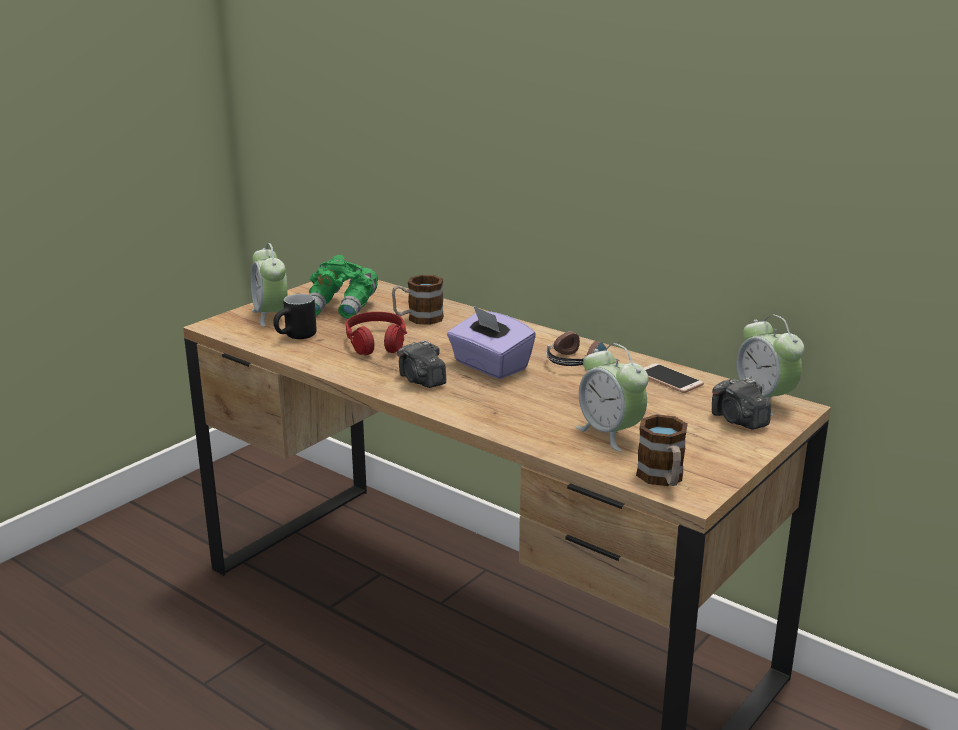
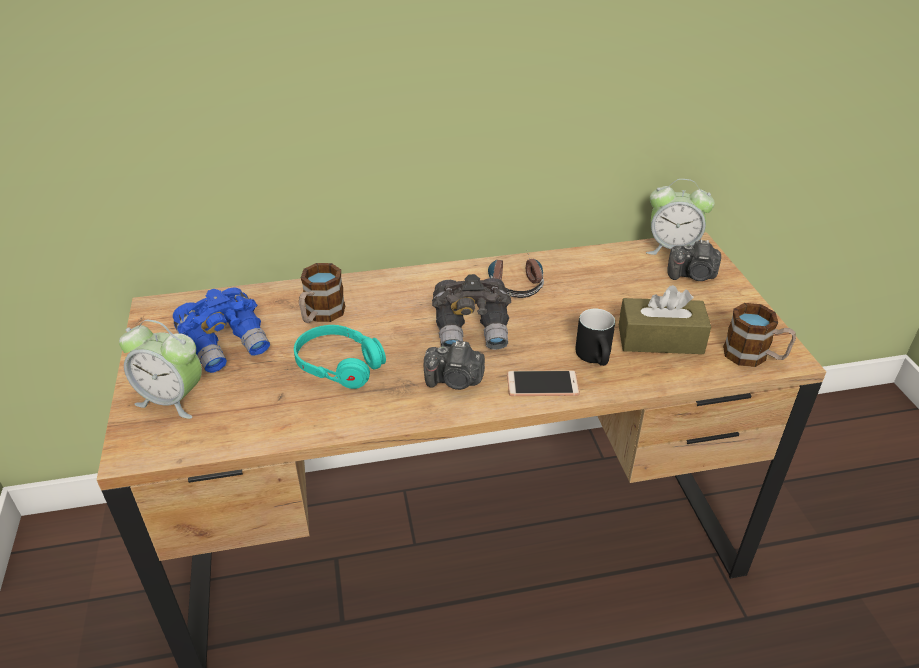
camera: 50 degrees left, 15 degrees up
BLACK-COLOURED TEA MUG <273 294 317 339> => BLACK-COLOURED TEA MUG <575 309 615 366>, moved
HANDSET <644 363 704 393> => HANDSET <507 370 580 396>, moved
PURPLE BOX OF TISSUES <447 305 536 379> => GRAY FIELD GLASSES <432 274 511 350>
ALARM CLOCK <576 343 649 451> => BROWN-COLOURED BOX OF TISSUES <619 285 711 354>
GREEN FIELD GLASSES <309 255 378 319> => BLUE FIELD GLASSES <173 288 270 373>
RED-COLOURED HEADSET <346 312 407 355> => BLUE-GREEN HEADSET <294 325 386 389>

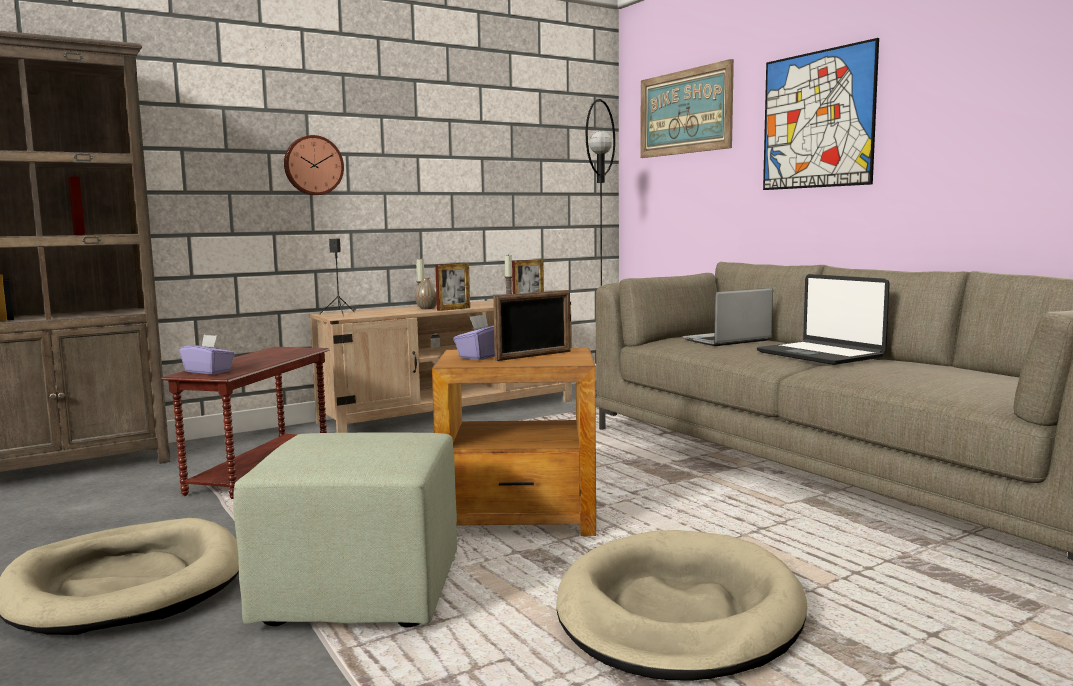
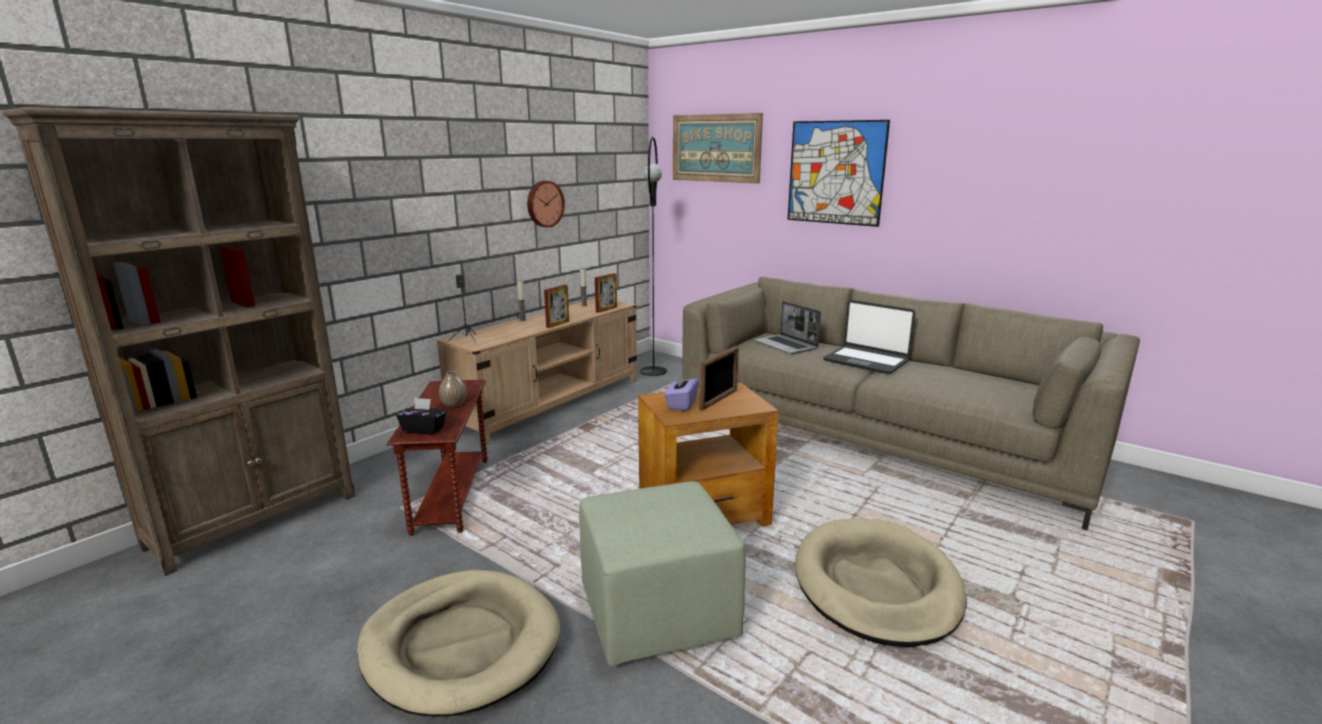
camera: 20 degrees left, 10 degrees up
CLOCK ON THE WALL <284 135 344 195> => CLOCK ON THE WALL <527 181 565 227>, moved
DECORATIVE VASE <415 277 437 309> => DECORATIVE VASE <439 371 466 407>, moved
PURPLE BOX OF TISSUES <179 335 235 375> => BLACK-COLOURED BOX OF TISSUES <396 398 447 434>
PORTABLE COMPUTER <682 288 773 346> => PORTABLE COMPUTER <754 301 821 354>, 75 degrees counterclockwise

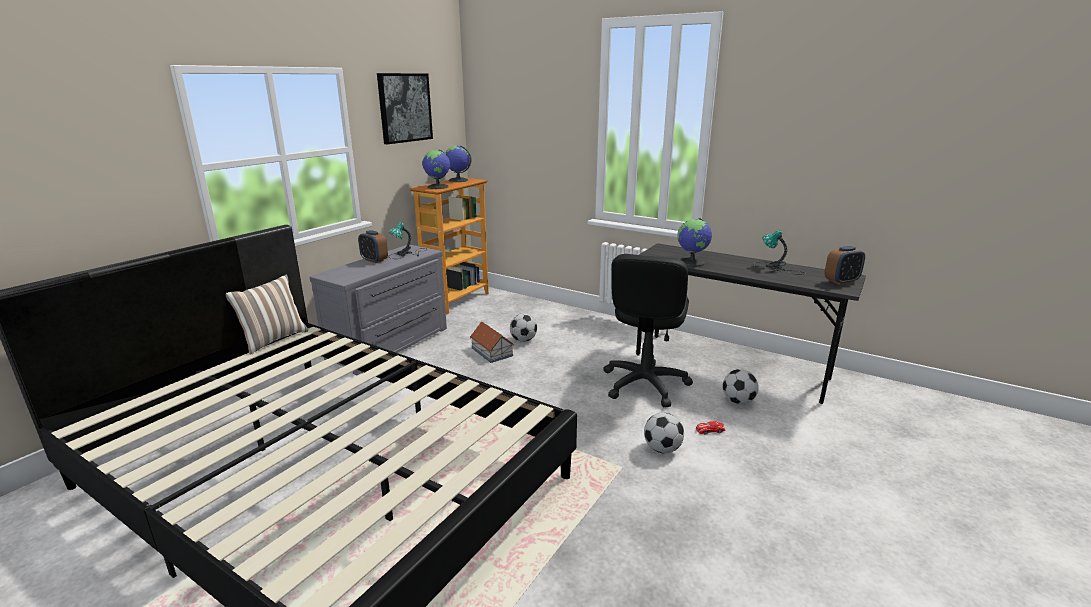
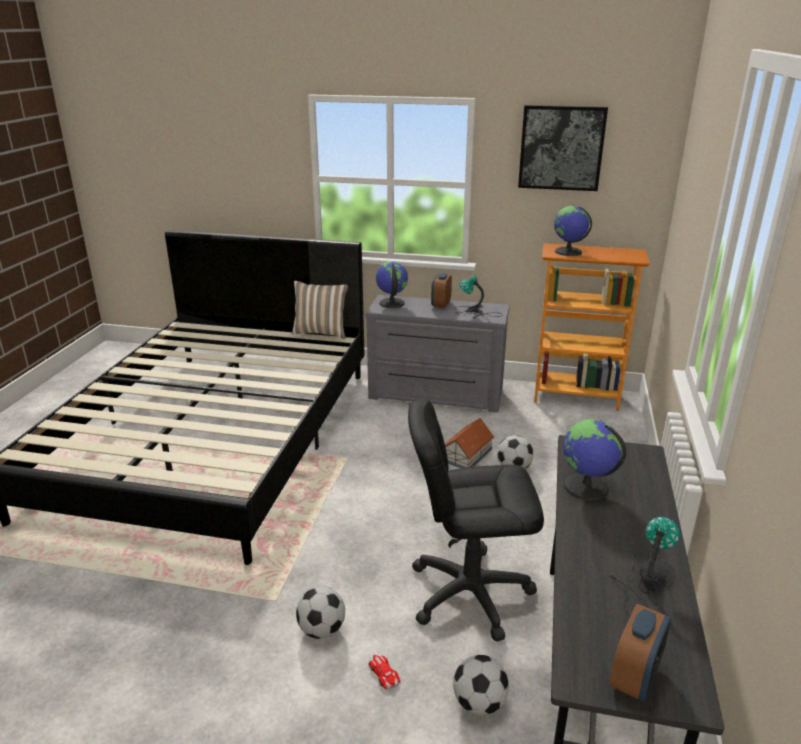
camera: 70 degrees right, 5 degrees up
DESK GLOBE <445 146 472 182> => DESK GLOBE <376 261 408 308>, moved
ALARM CLOCK <825 246 865 285> => ALARM CLOCK <610 604 671 702>, 105 degrees counterclockwise

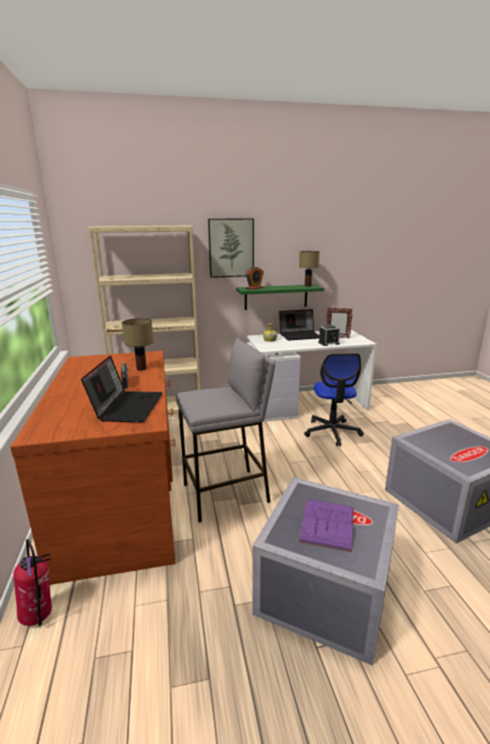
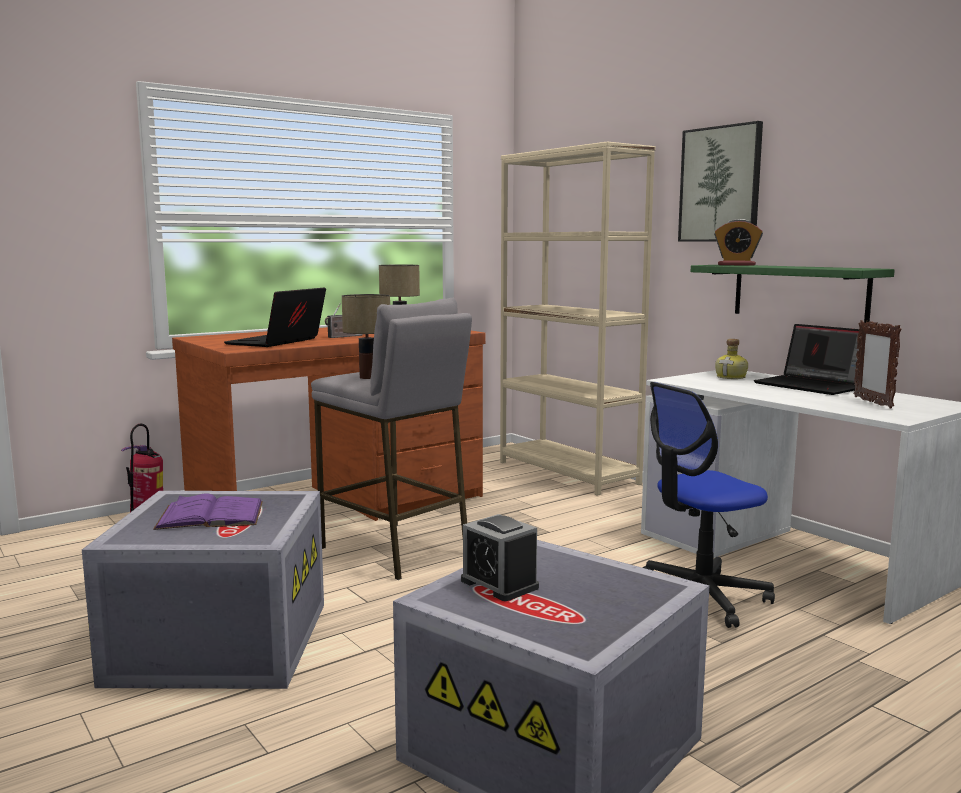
camera: 65 degrees right, 10 degrees down
TABLETOP LAMP <299 251 320 287> => TABLETOP LAMP <342 294 390 379>, moved
ALARM CLOCK <318 325 340 346> => ALARM CLOCK <461 514 539 601>, moved
PORTABLE COMPUTER <81 355 163 422> => PORTABLE COMPUTER <224 288 326 347>, 135 degrees clockwise

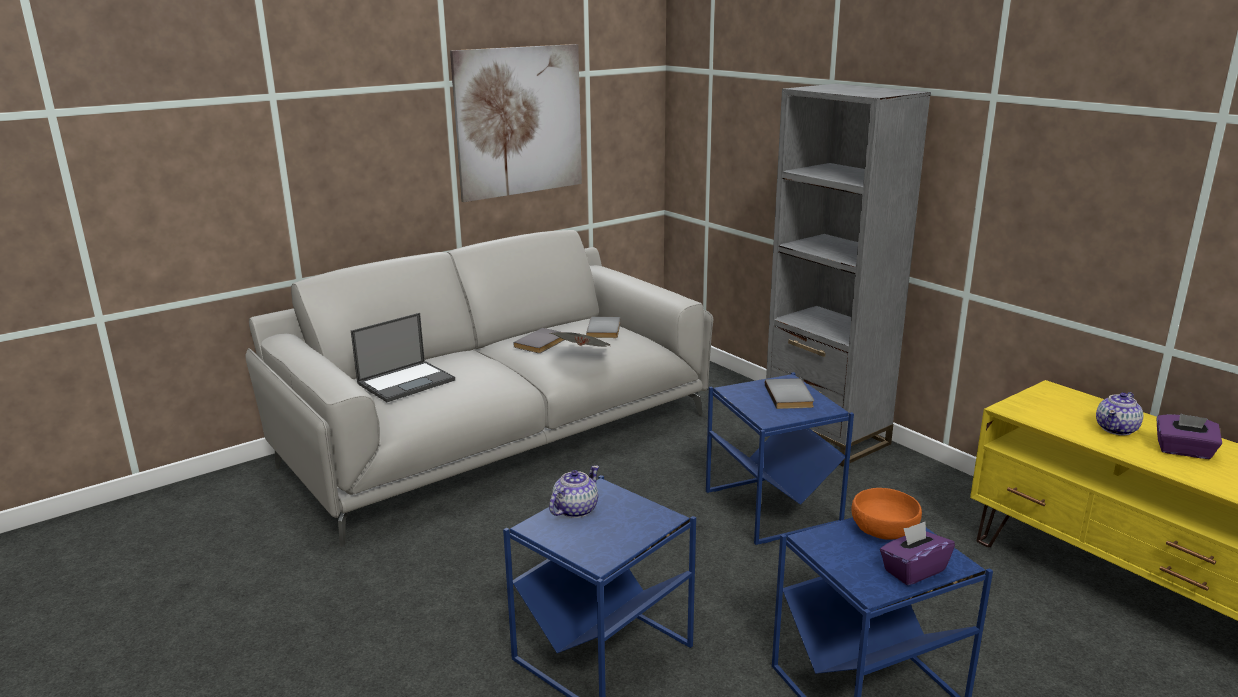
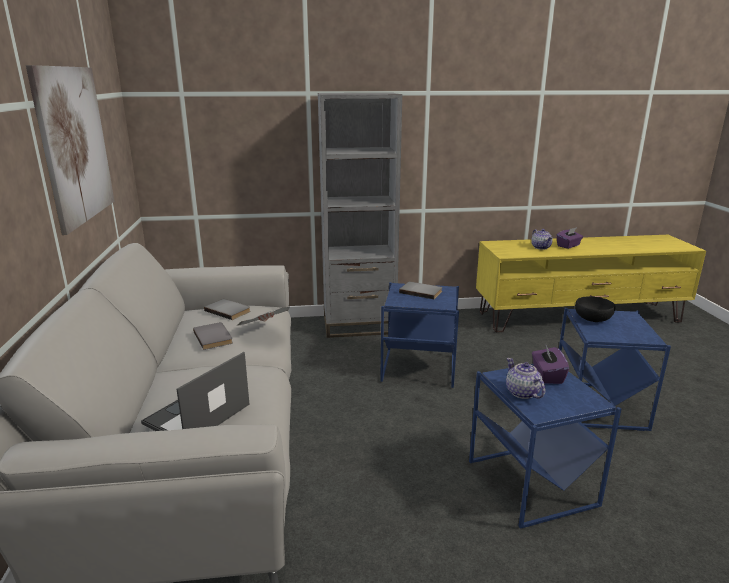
camera: 60 degrees left, 0 degrees up
PURPLE BOX OF TISSUES <880 522 955 585> => PURPLE BOX OF TISSUES <532 344 569 384>, moved
ORANGEY BOWL <851 488 922 540> => BLACK-COLOURED BOWL <575 296 616 322>
PORTABLE COMPUTER <351 313 455 402> => PORTABLE COMPUTER <141 352 250 431>, 135 degrees counterclockwise

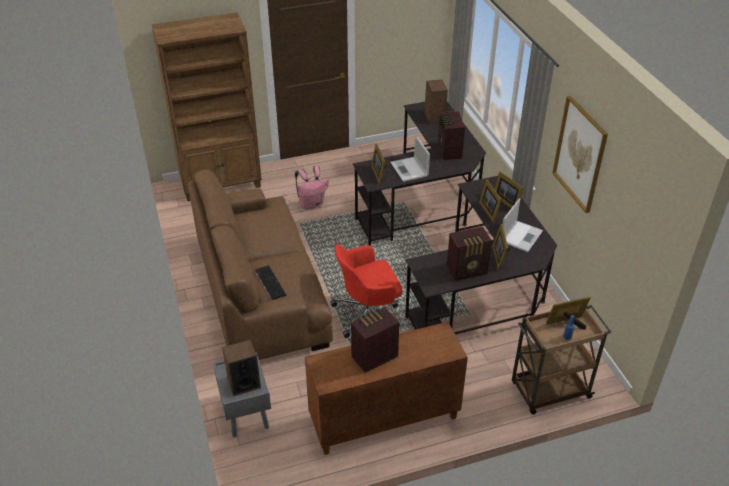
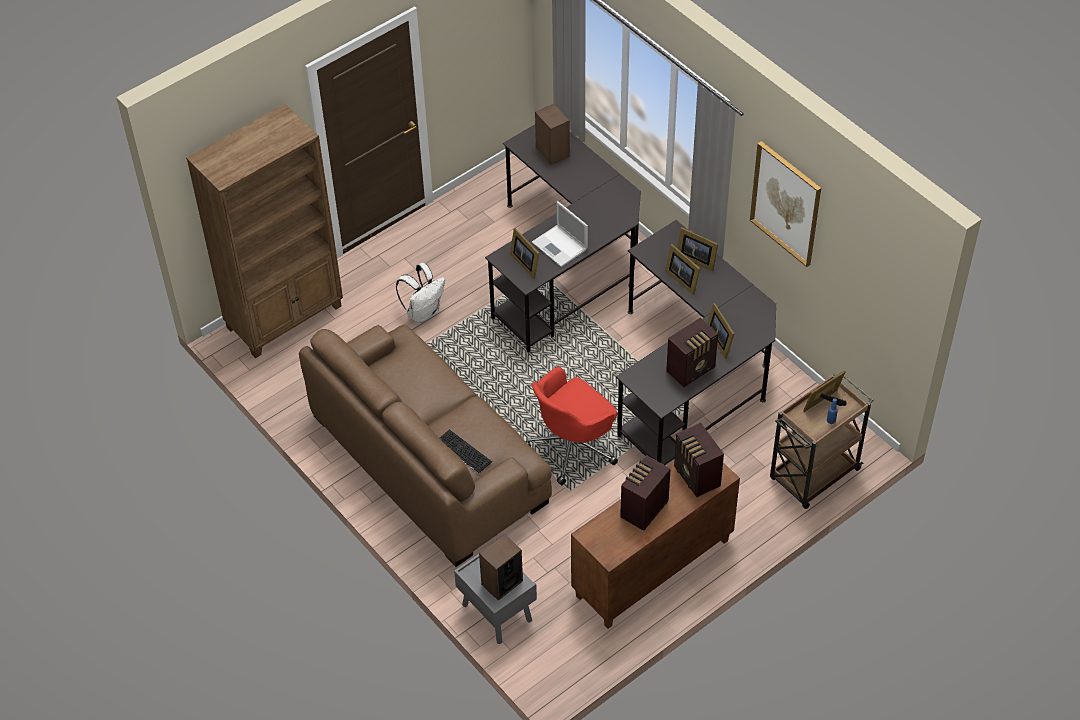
camera: 20 degrees left, 10 degrees up
PORTABLE COMPUTER <502 199 543 252> => nothing
RADIO SET <437 111 465 160> => RADIO SET <674 422 724 497>, moved
PINK KNAPSACK <295 166 329 210> => WHITE KNAPSACK <396 263 445 323>

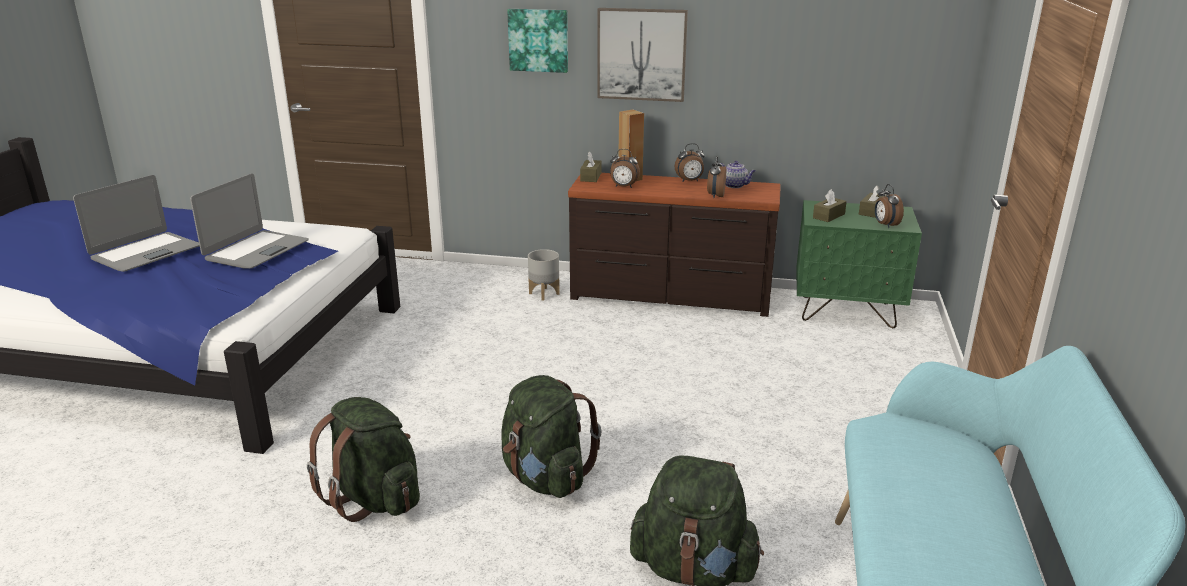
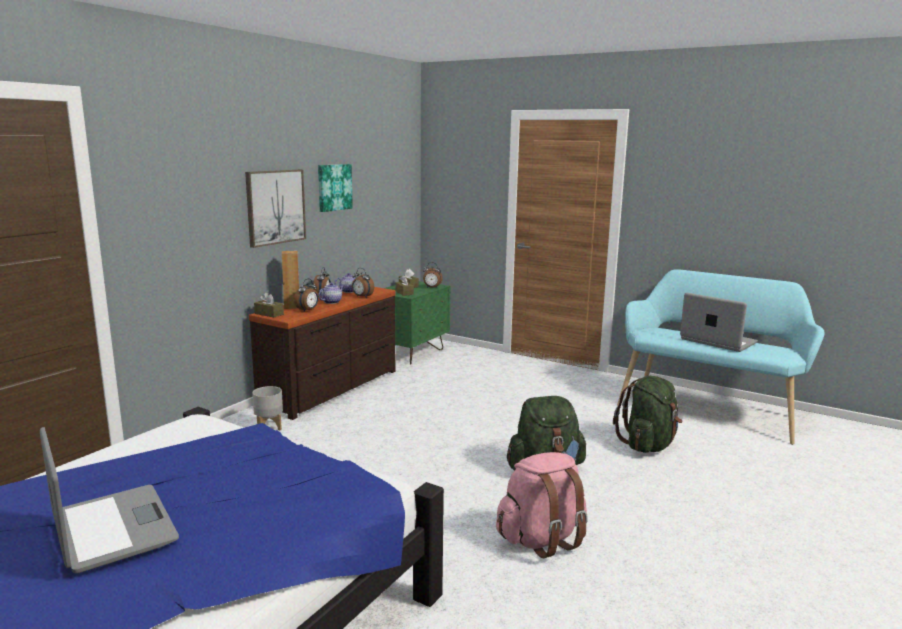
camera: 70 degrees left, 10 degrees down
nothing => POT FOR TEA <319 283 344 304>
PORTABLE COMPUTER <190 174 309 269> => PORTABLE COMPUTER <680 293 758 352>, moved
WALL PICTURE <507 9 568 73> => WALL PICTURE <318 164 353 212>, moved
GREEN KNAPSACK <307 397 420 522> => PINK KNAPSACK <496 452 588 558>

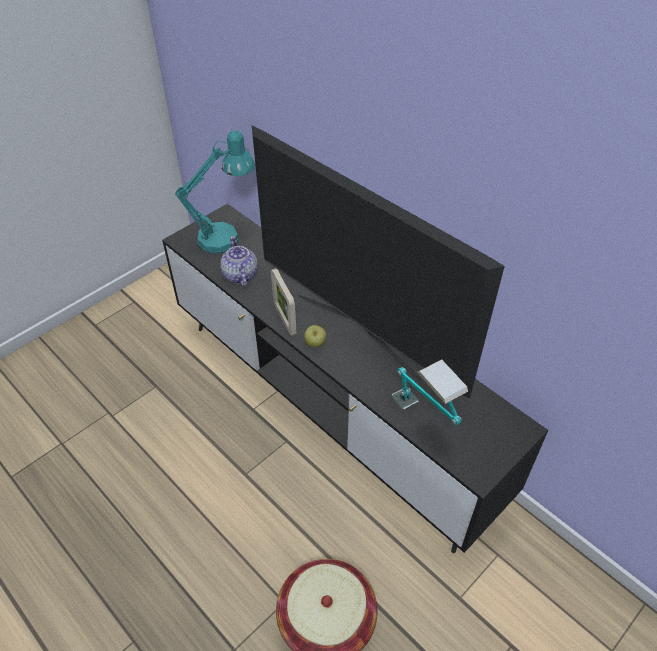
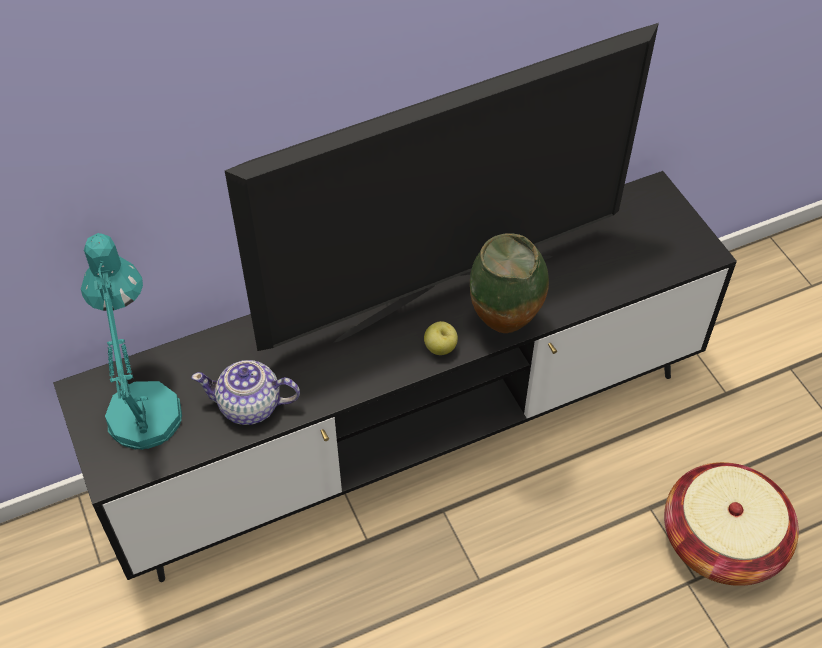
camera: 70 degrees left, 5 degrees up
PHOTO FRAME <271 268 297 336> => nothing
TABLETOP LAMP <392 359 468 426> => nothing
nothing => DECORATIVE VASE <470 233 549 333>

